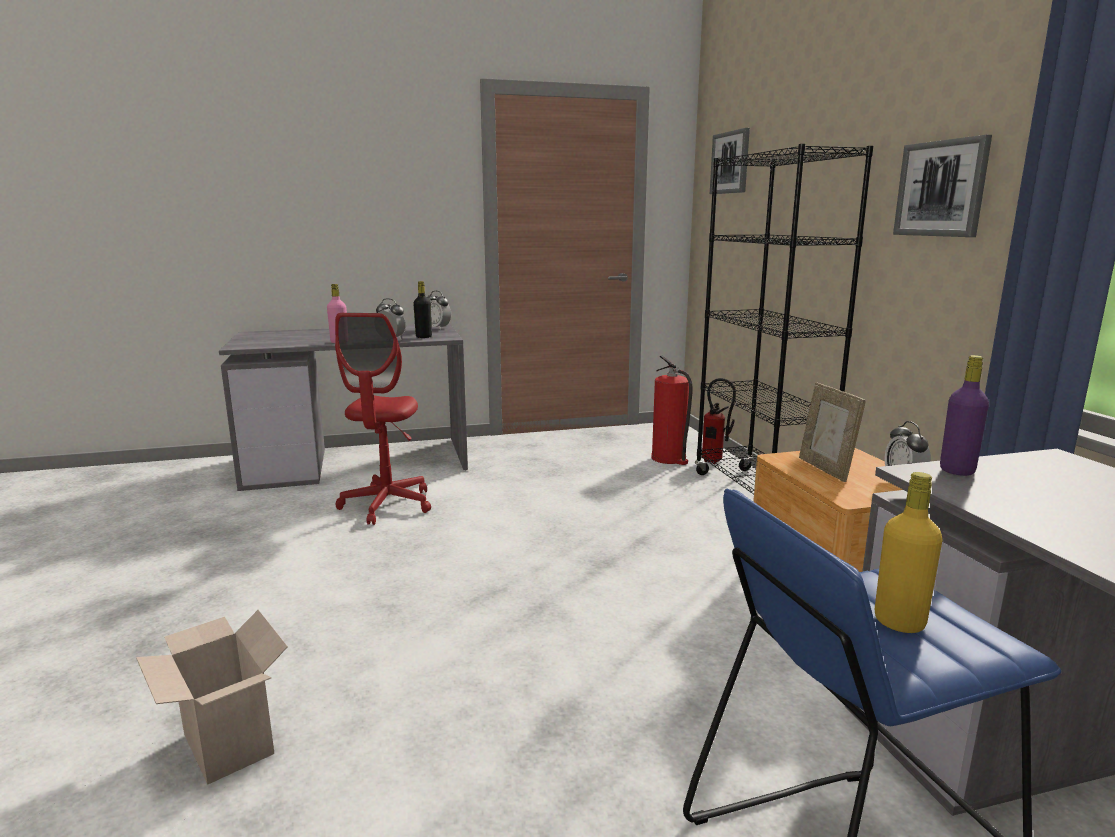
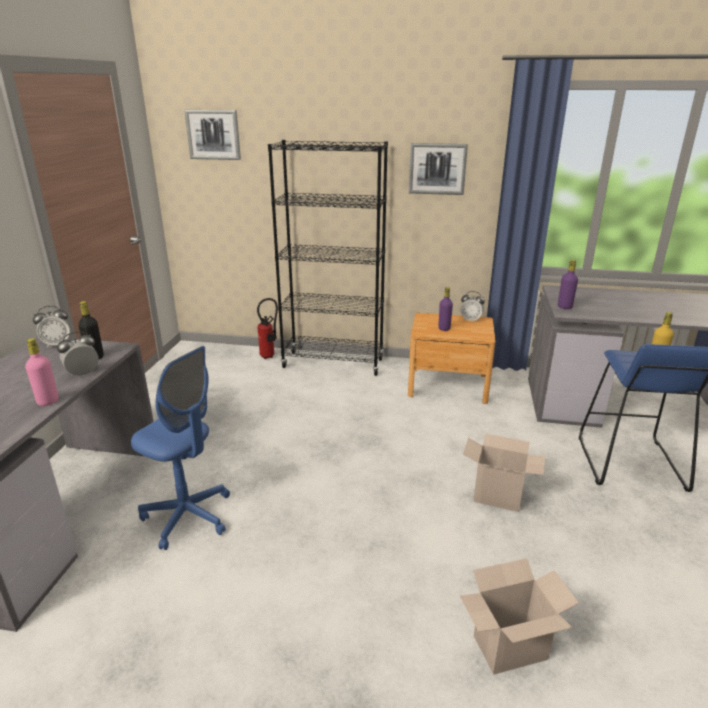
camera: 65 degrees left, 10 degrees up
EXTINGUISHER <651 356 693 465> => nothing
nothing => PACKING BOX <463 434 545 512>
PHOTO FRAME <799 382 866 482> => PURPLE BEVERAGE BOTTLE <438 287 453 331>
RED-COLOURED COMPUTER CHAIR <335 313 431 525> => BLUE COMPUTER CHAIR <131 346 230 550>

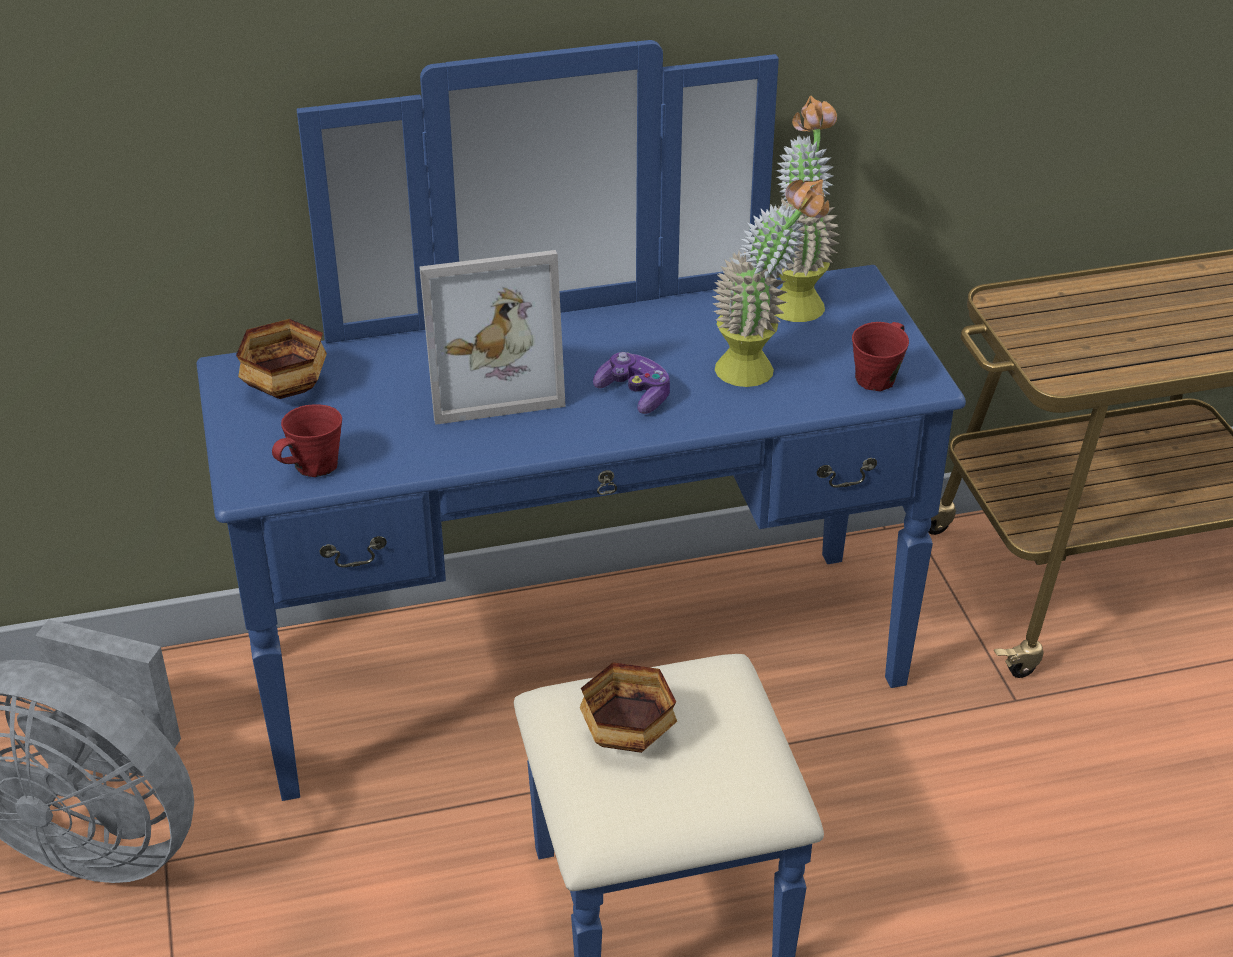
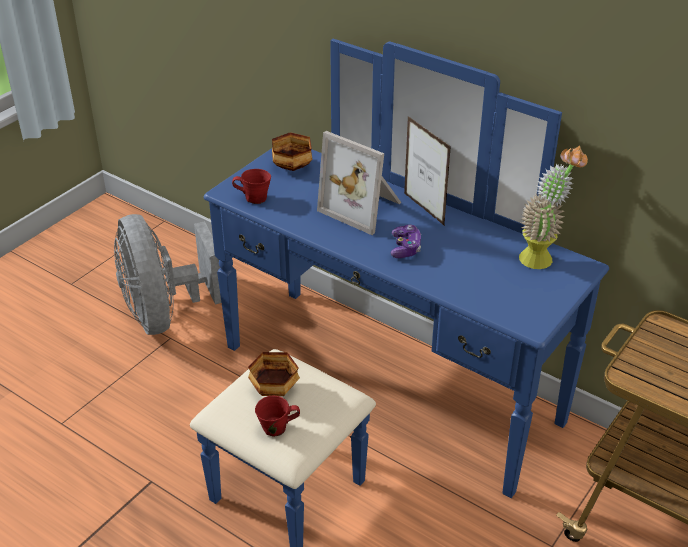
camera: 50 degrees right, 0 degrees up
POTTED PLANT <712 179 829 387> => nothing
nothing => PHOTO FRAME <404 116 451 226>
RED-COLOURED TEA MUG <852 322 909 391> => RED-COLOURED TEA MUG <255 396 300 437>, moved

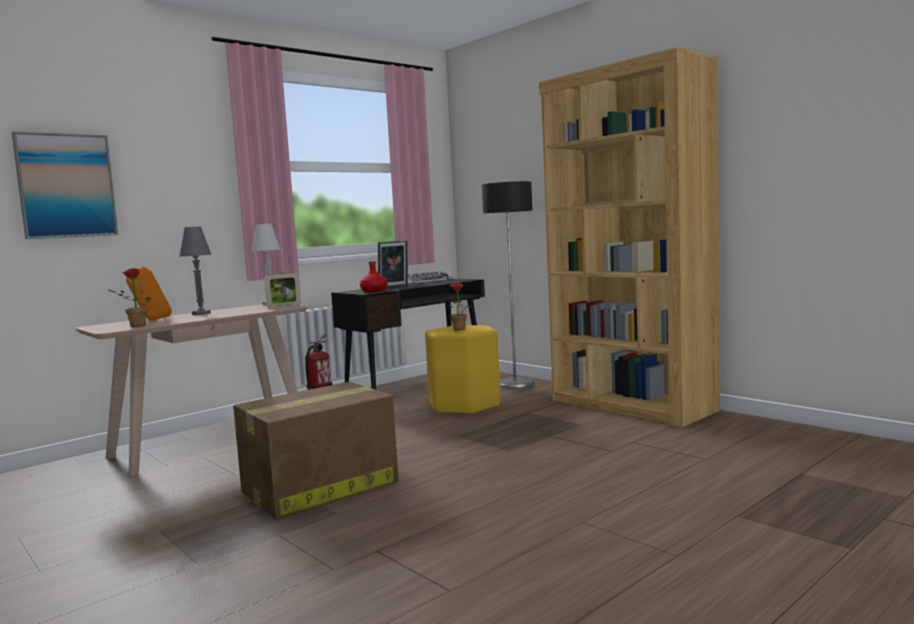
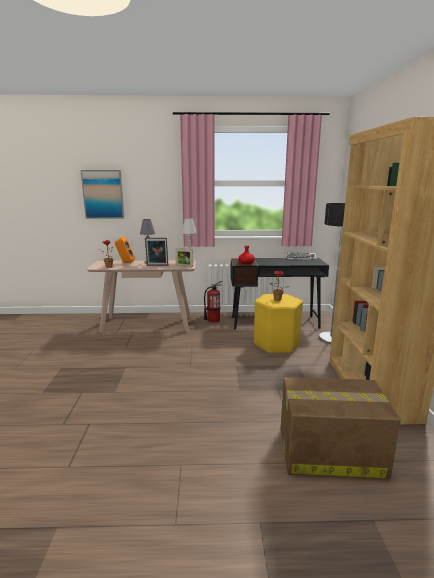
camera: 40 degrees right, 10 degrees up
PACKING BOX <233 382 399 519> => PACKING BOX <281 377 401 480>, moved
PHOTO FRAME <378 240 408 287> => PHOTO FRAME <145 238 168 266>, moved

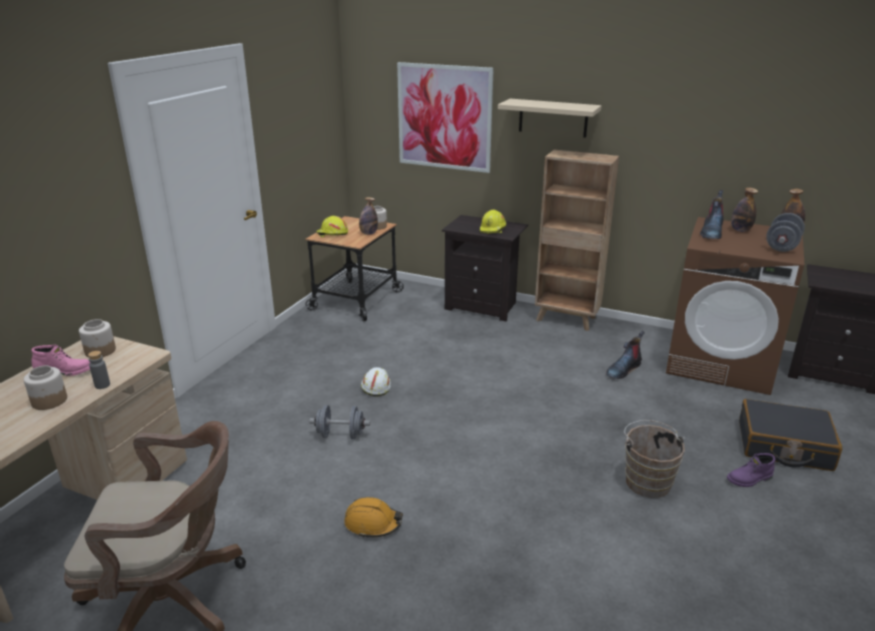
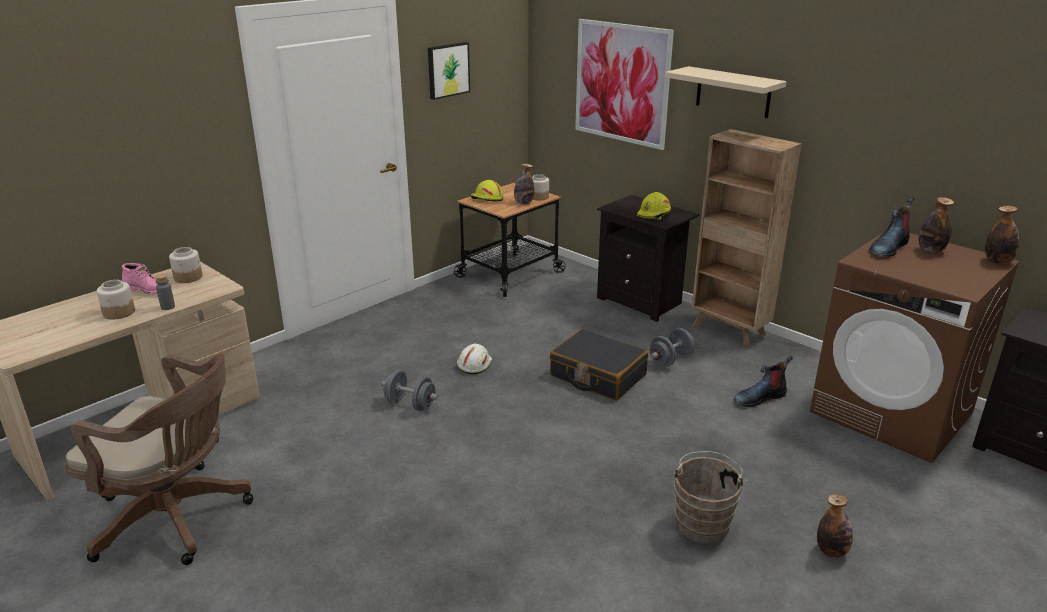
camera: 20 degrees right, 0 degrees up
ORANGEY SAFETY HELMET <344 497 403 538> => nothing
nothing => WALL PICTURE <428 42 470 100>
BLACK-COLOURED SUITCASE <739 399 842 471> => BLACK-COLOURED SUITCASE <549 329 648 401>, moved
GRAY FREE WEIGHT <766 213 805 252> => GRAY FREE WEIGHT <650 328 694 367>, moved
PURPLE HIGH-TOP BOOT <727 453 775 487> => BEVERAGE BOTTLE <817 494 853 558>

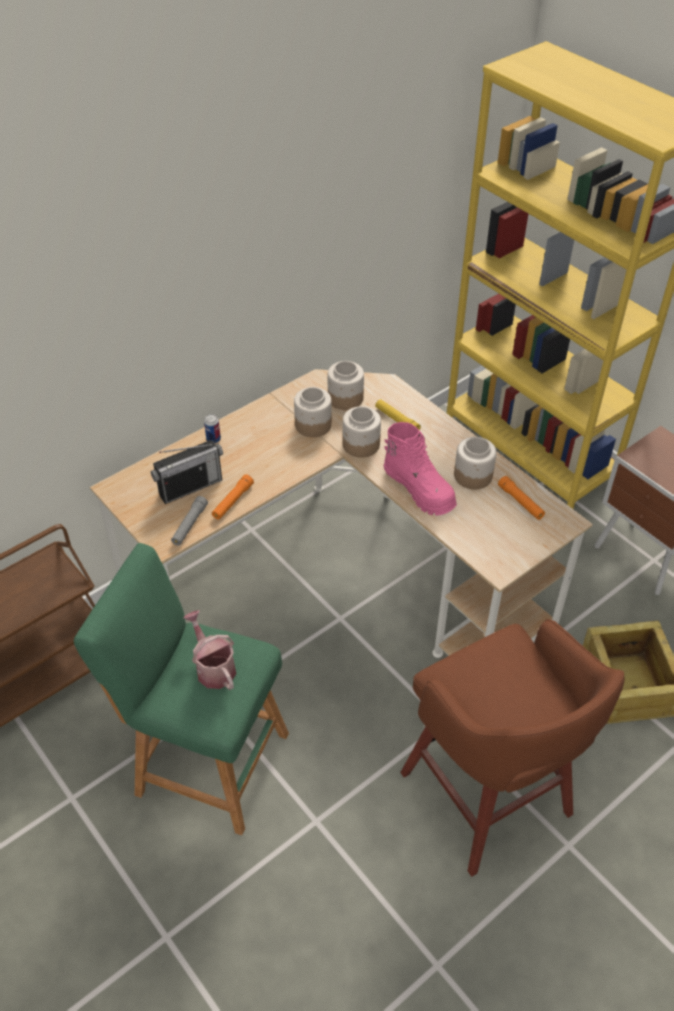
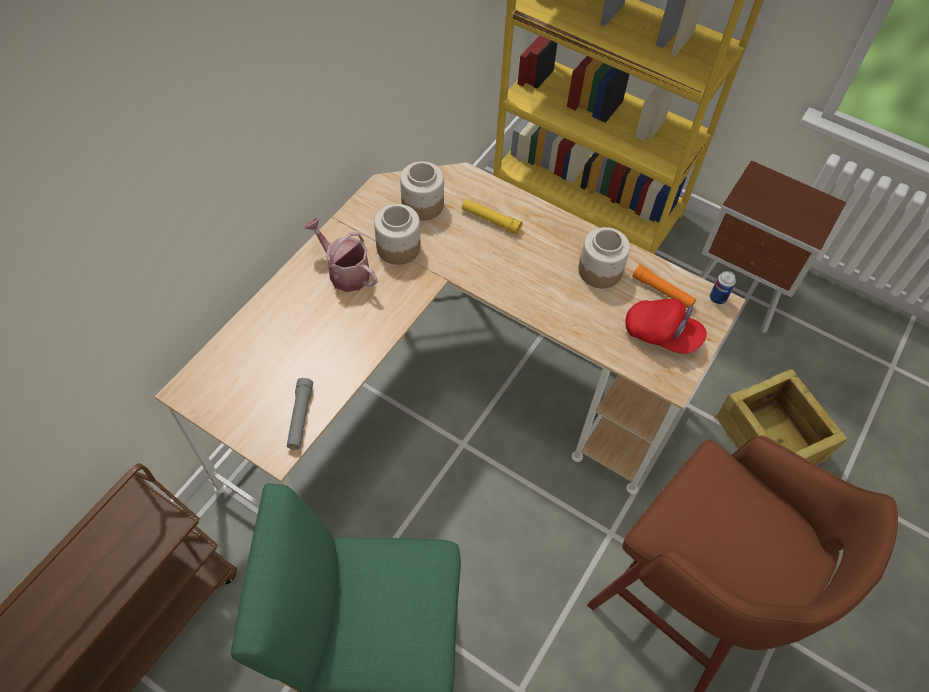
camera: 20 degrees left, 10 degrees up
RADIO SET <151 440 223 504> => nothing
ORANGEY HAND TORCH <212 474 254 520> => nothing
STORAGE JAR <343 406 381 458> => nothing
PINK HIGH-TOP BOOT <384 422 457 516> => nothing
nothing => RED-COLOURED PEAKED CAP <625 299 707 354>
SPRINKLING CAN <183 610 236 690> => SPRINKLING CAN <304 218 377 292>, moved
CAN <204 414 221 443> => CAN <710 271 736 304>, moved

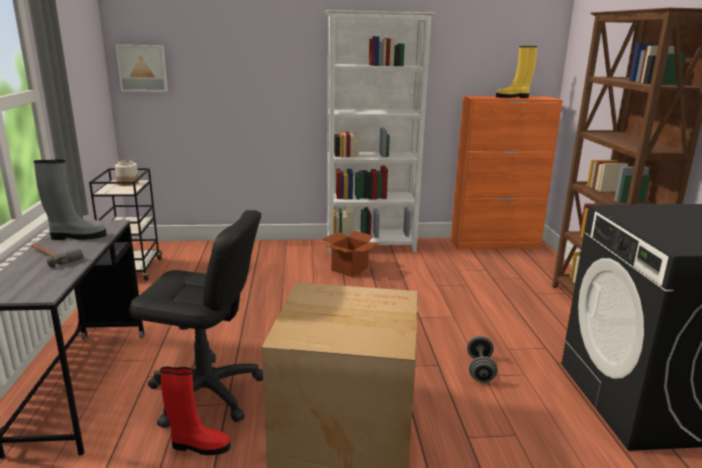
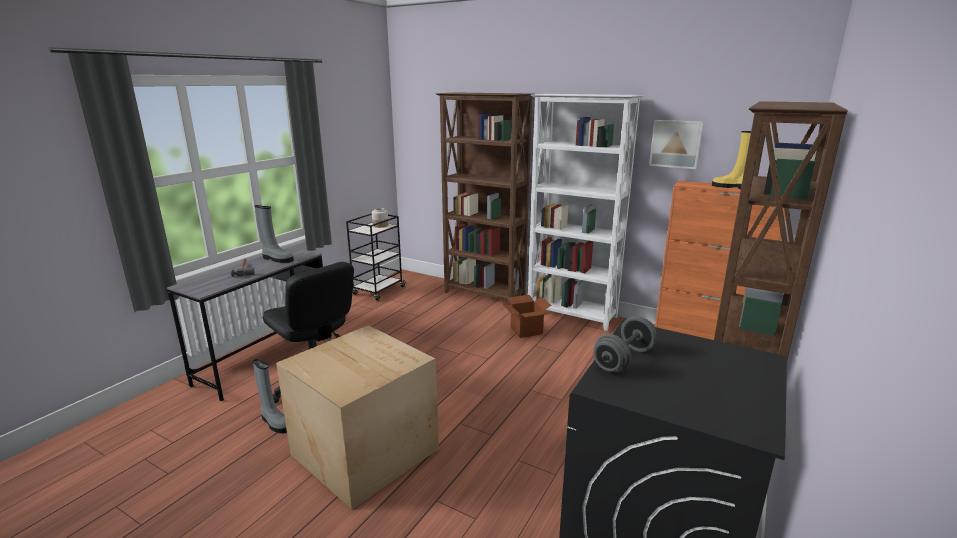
camera: 35 degrees right, 0 degrees up
nothing => BROWN-COLOURED BOOKCASE <436 93 533 305>
WALL PICTURE <116 45 168 92> => WALL PICTURE <649 120 704 169>, moved
GRAY FREE WEIGHT <467 336 498 383> => GRAY FREE WEIGHT <593 316 657 372>, moved
RED-COLOURED HIGH-TOP BOOT <160 367 231 455> => GRAY HIGH-TOP BOOT <253 359 287 433>

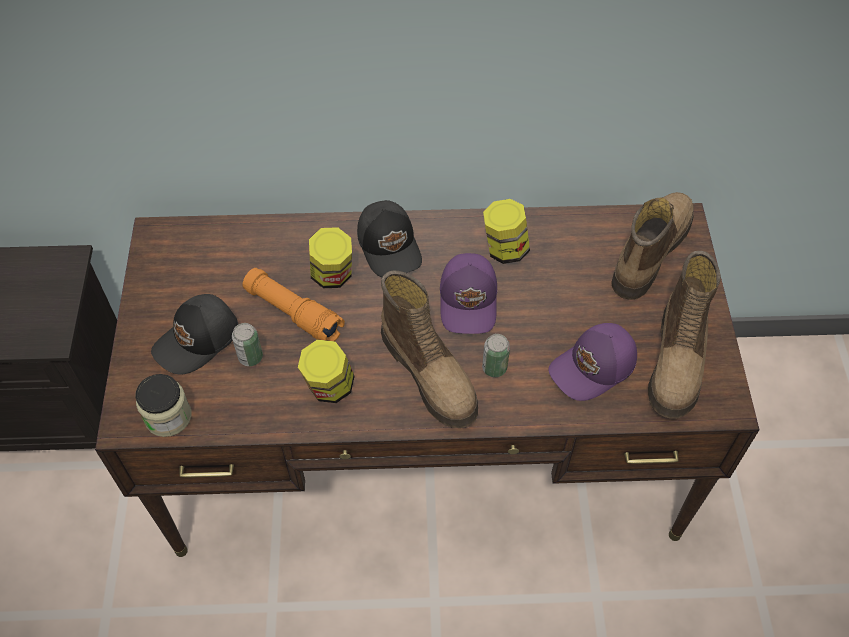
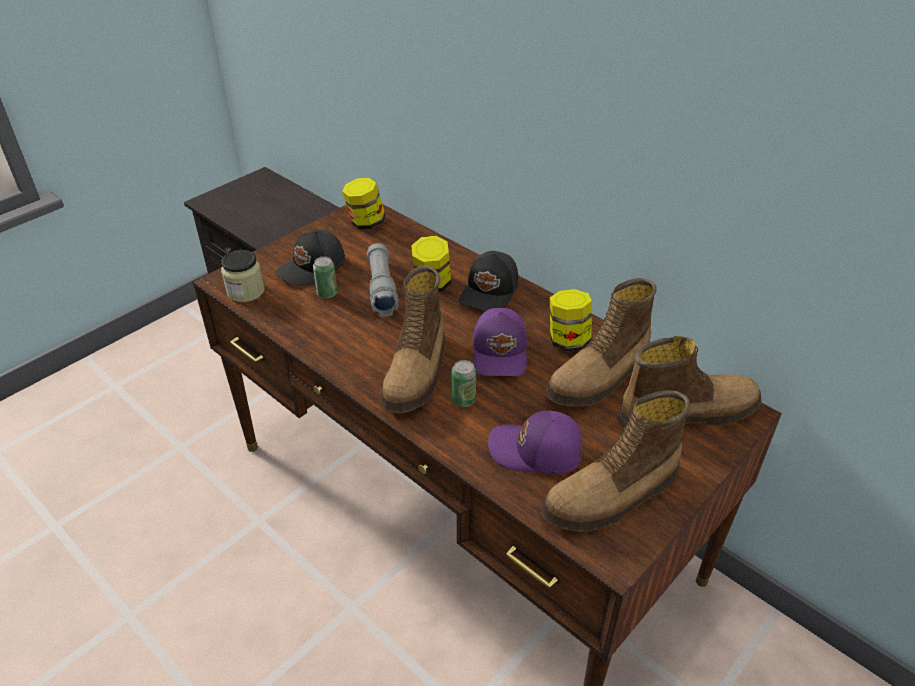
camera: 45 degrees right, 15 degrees down
nothing => HIGH-TOP BOOT <545 278 657 407>
STORAGE JAR <298 339 355 403> => STORAGE JAR <342 178 385 229>, moved
ORANGEY HAND TORCH <243 268 345 341> => GRAY HAND TORCH <367 243 399 317>
BLACK-COLOURED PEAKED CAP <151 294 238 375> => BLACK-COLOURED PEAKED CAP <275 229 345 286>, 45 degrees counterclockwise
PURPLE PEAKED CAP <440 253 497 334> => PURPLE PEAKED CAP <473 308 527 376>, 45 degrees counterclockwise

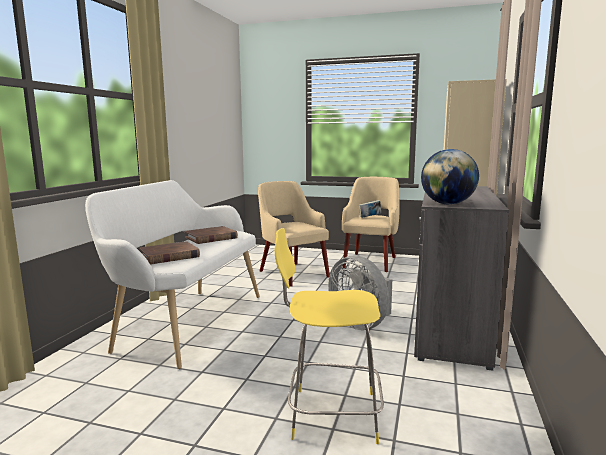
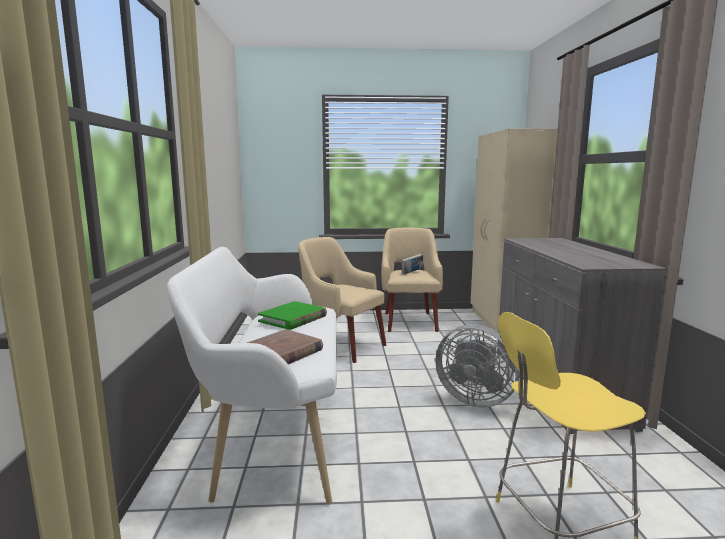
camera: 20 degrees left, 0 degrees up
DESK GLOBE <421 149 479 205> => nothing
BROWN-COLOURED BOOK <185 226 238 244> => GREEN BOOK <258 301 327 330>

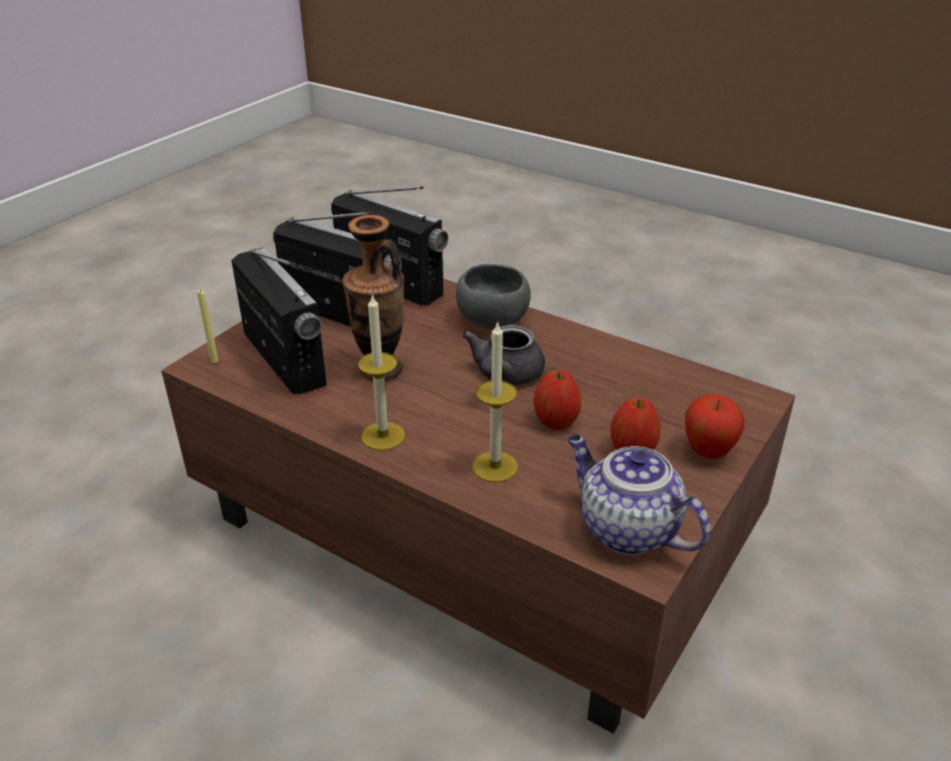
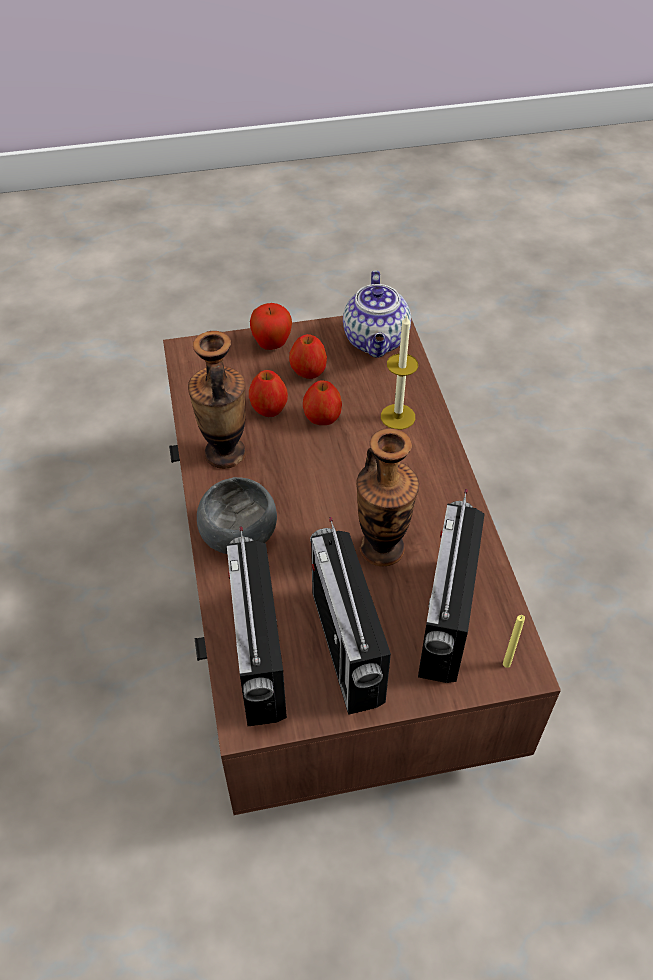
camera: 135 degrees left, 15 degrees up
CANDLE <358 294 405 451> => nothing
GRAY POT FOR TEA <462 325 545 385> => nothing
nothing => DECORATIVE VASE <188 331 246 469>
nothing => APPLE <249 370 288 417>

